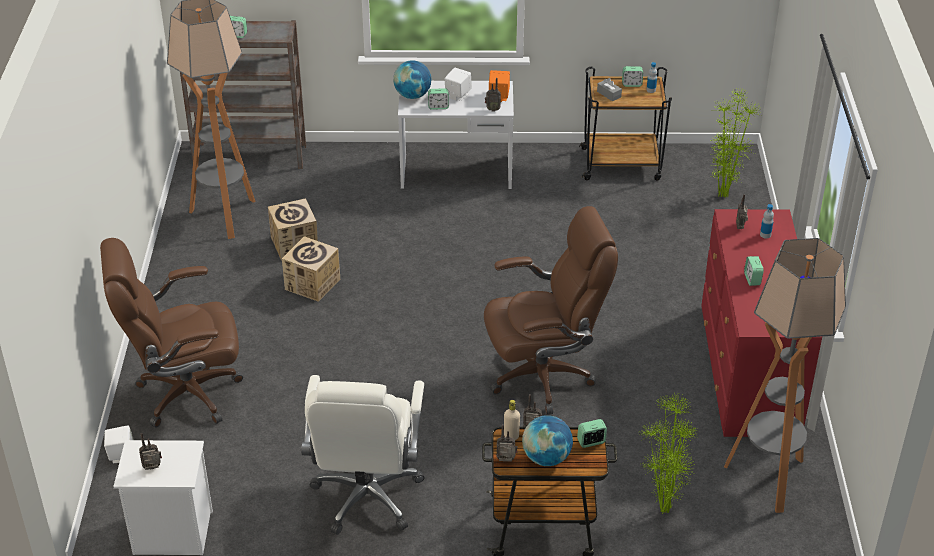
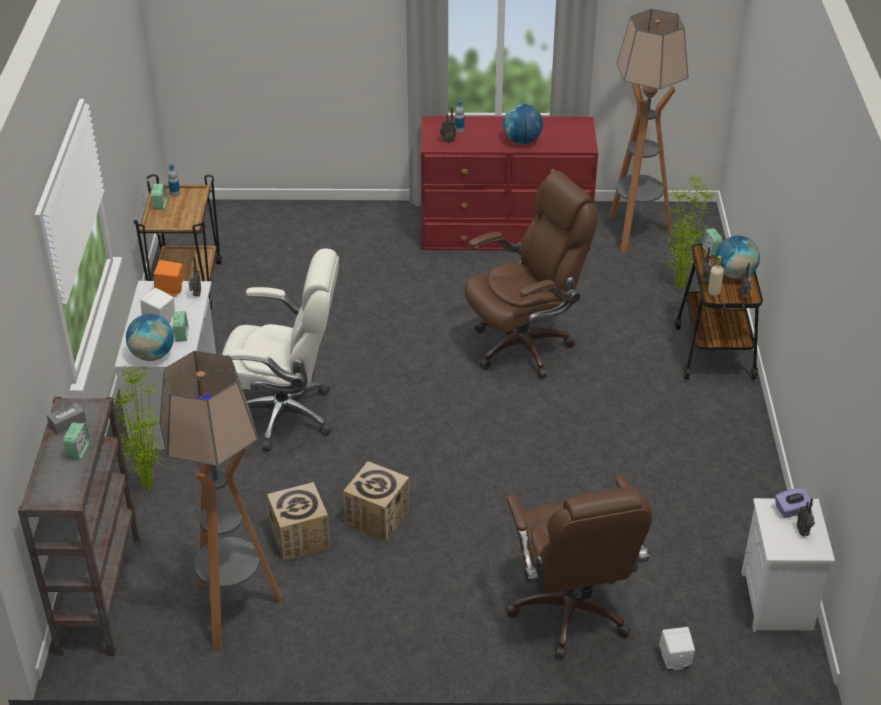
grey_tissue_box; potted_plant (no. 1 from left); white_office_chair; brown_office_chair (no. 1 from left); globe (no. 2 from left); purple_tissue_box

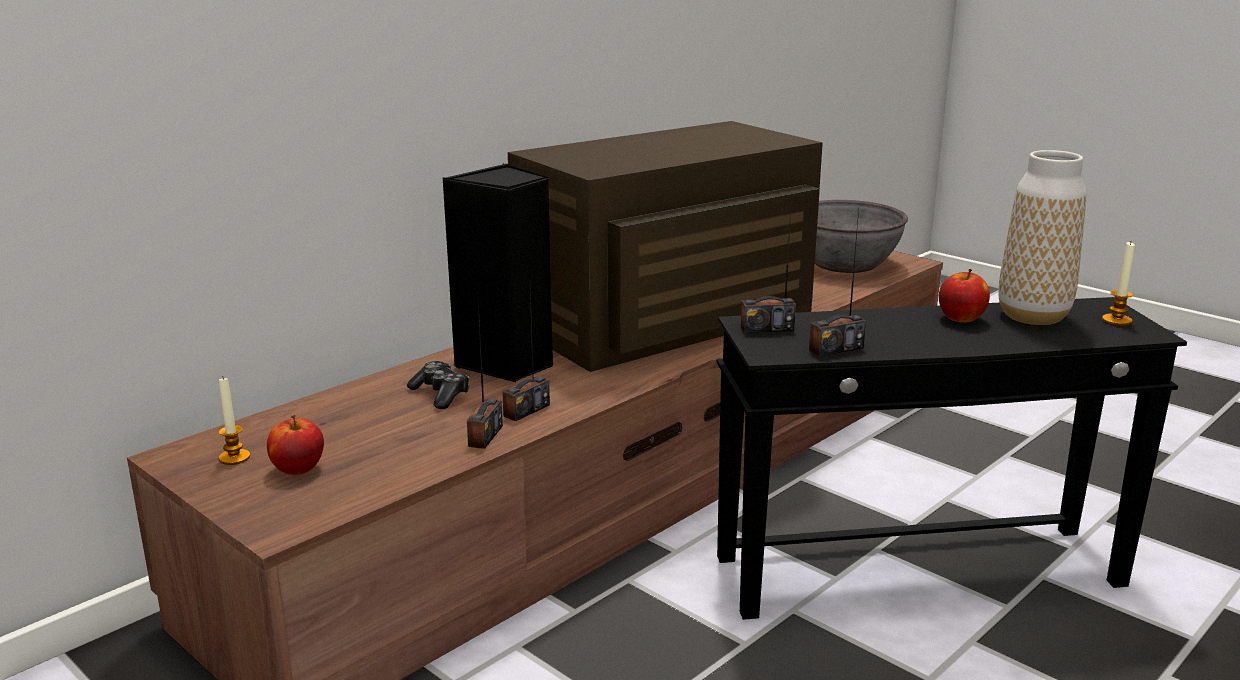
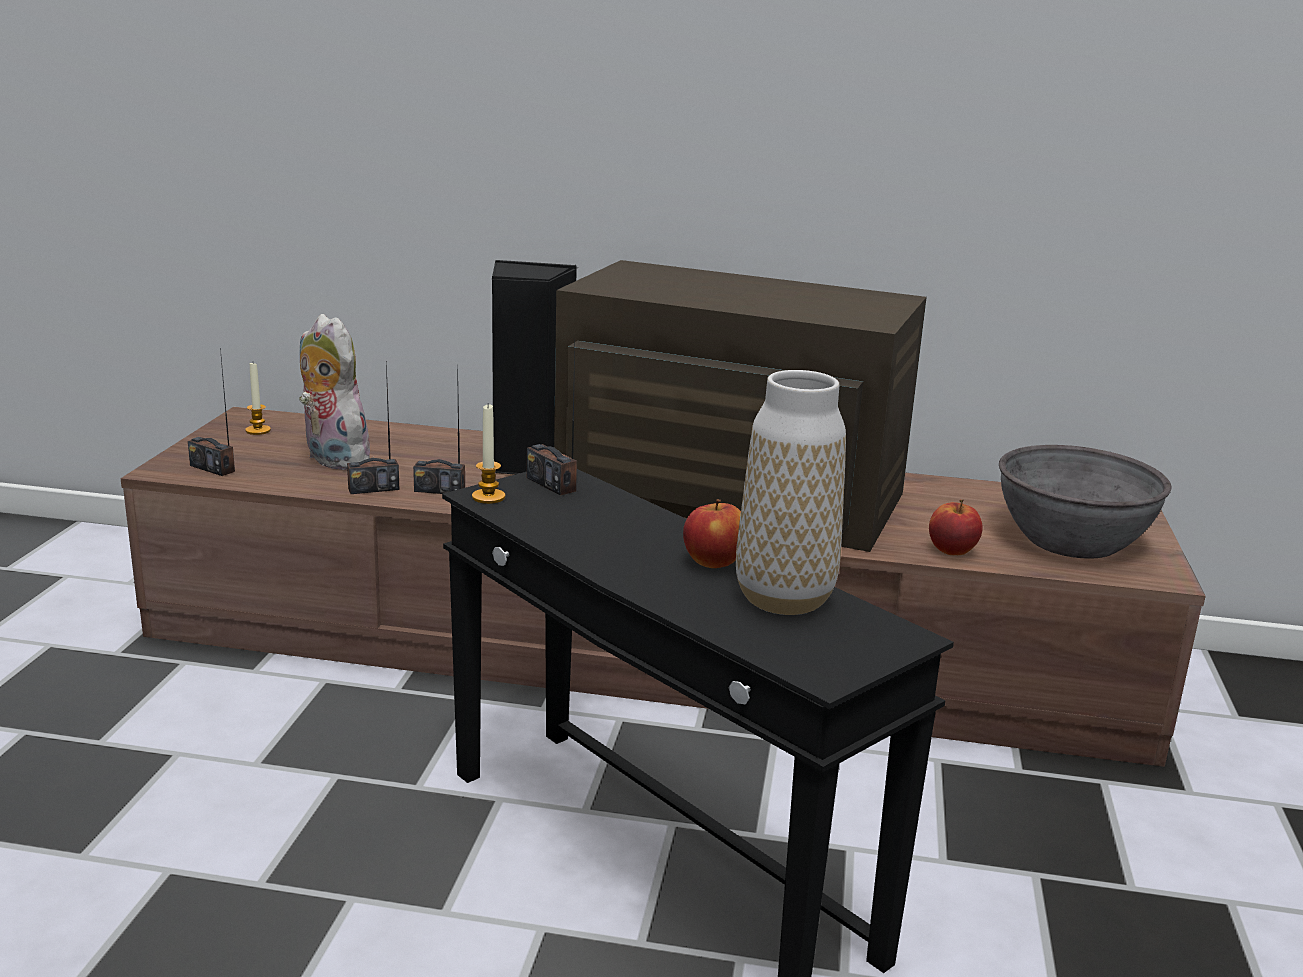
radio (no. 1 from left); plush_toy; candle (no. 2 from left); apple (no. 2 from left); game_controller

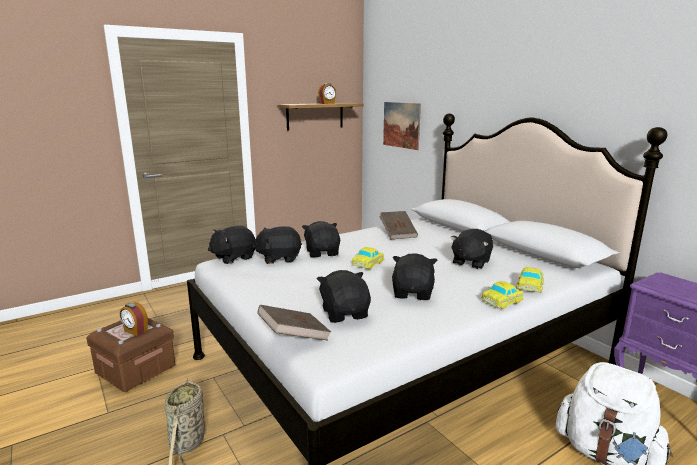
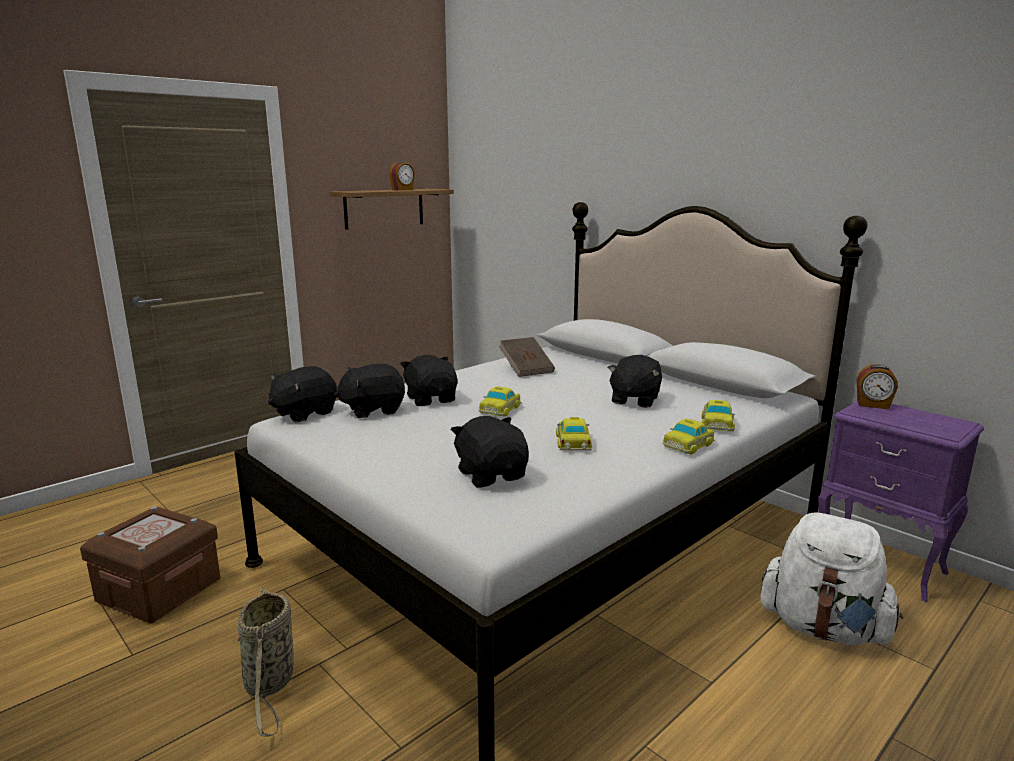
toy_car (no. 2 from left); alarm_clock (no. 2 from left); brown_book (no. 1 from left in the first image); picture

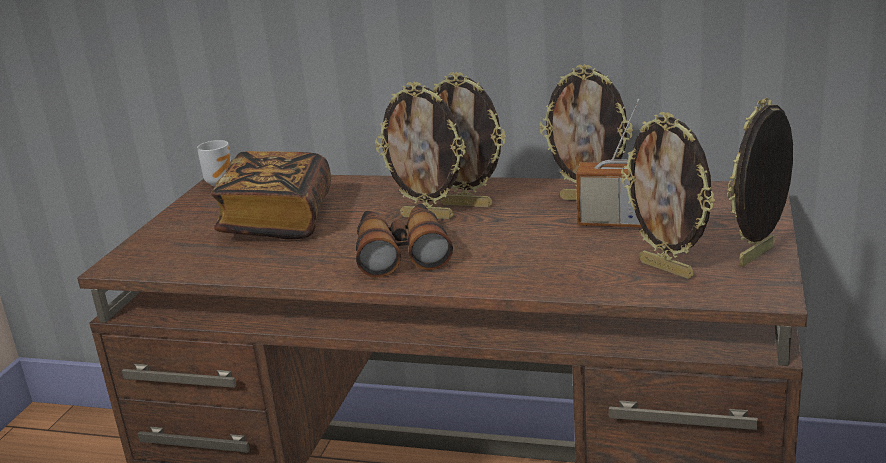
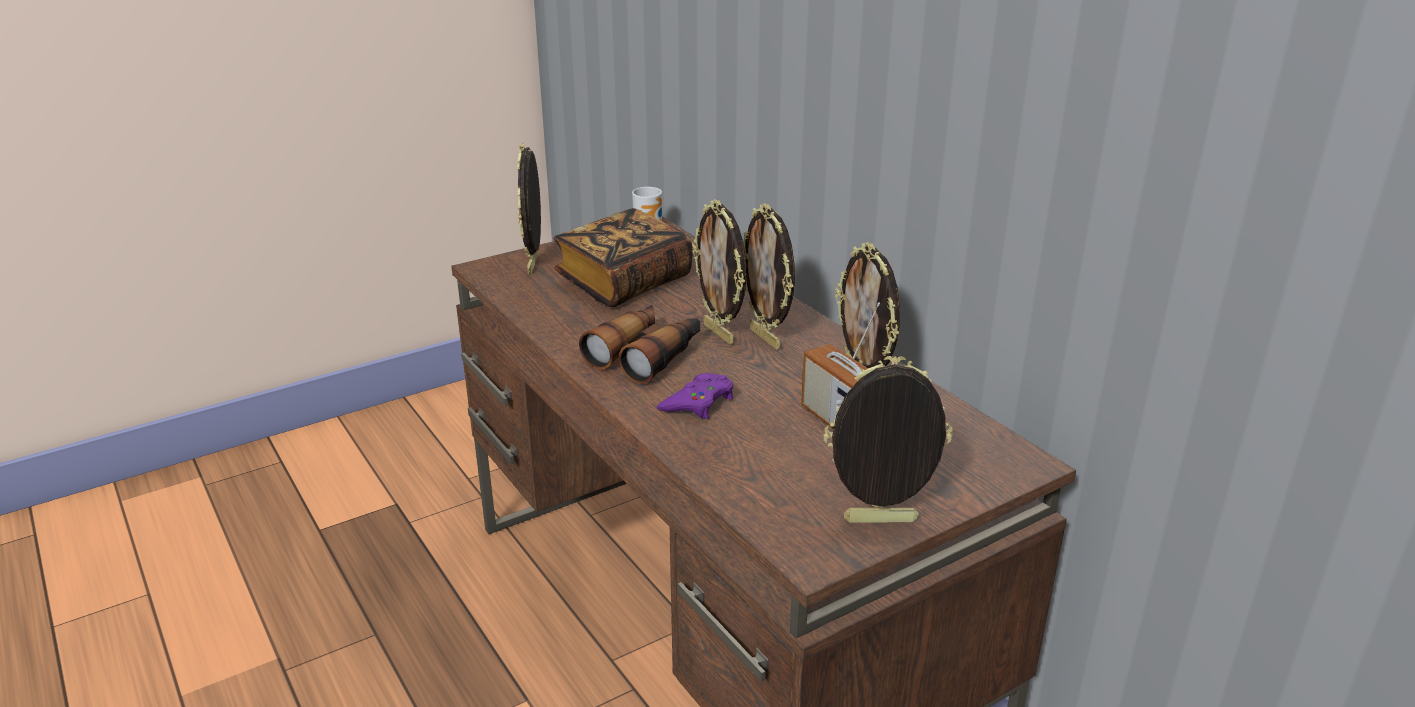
picture_frame (no. 1 from left); purple_game_controller

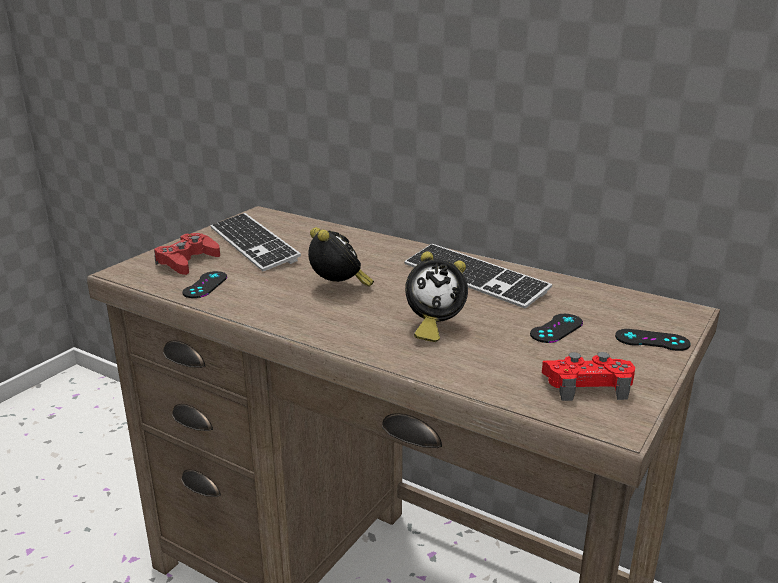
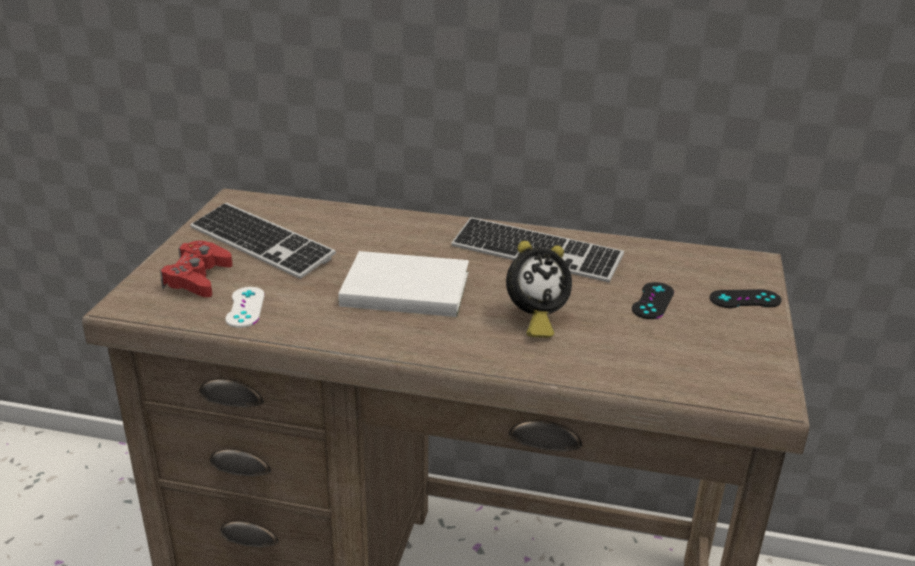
white_game_controller; white_book; red_game_controller (no. 2 from left in the first image)

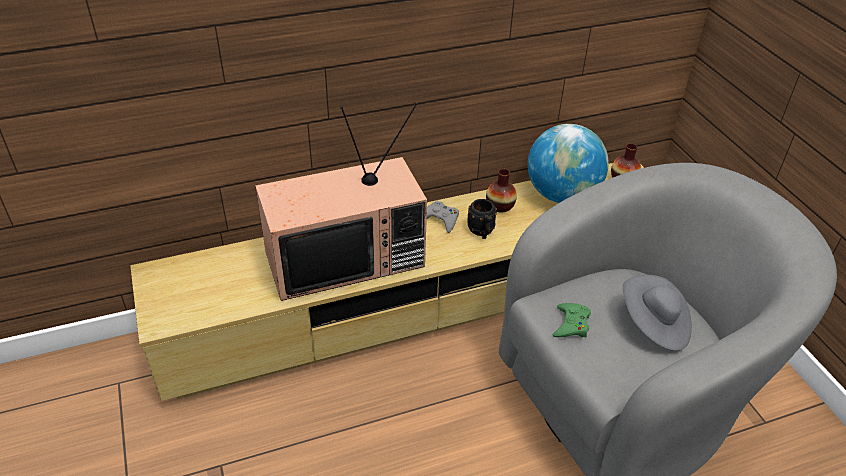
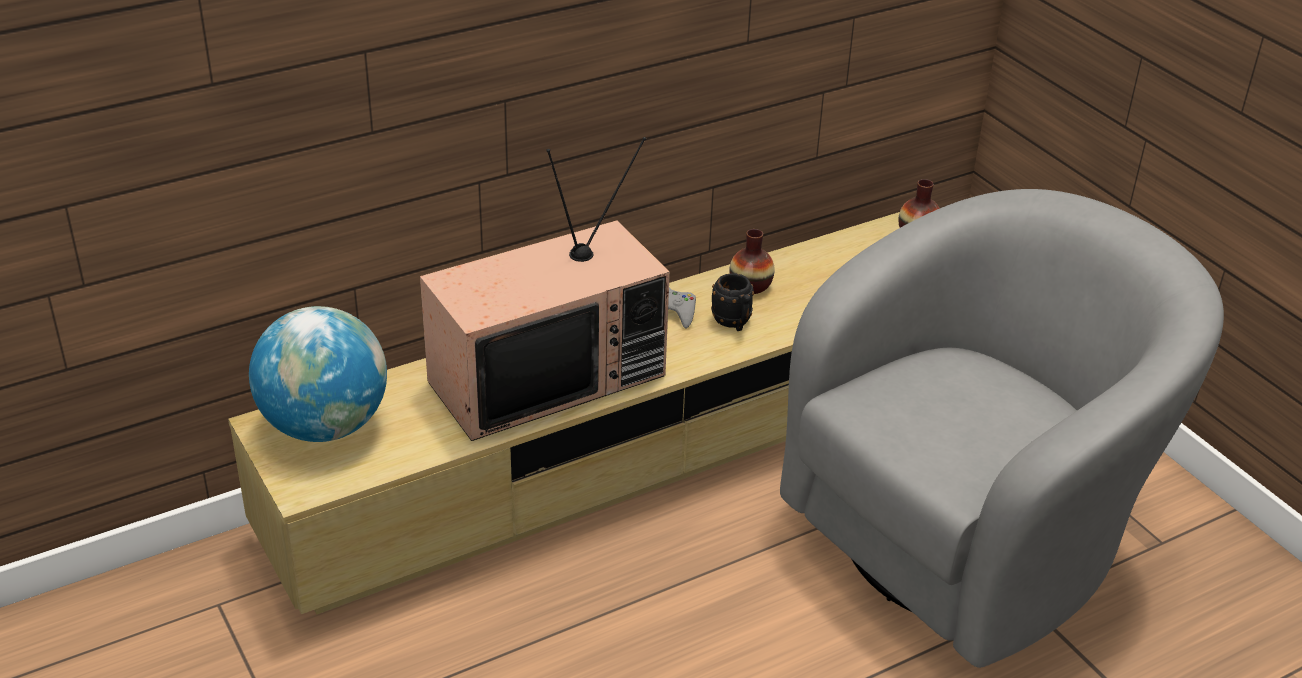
globe; green_game_controller; grey_hat

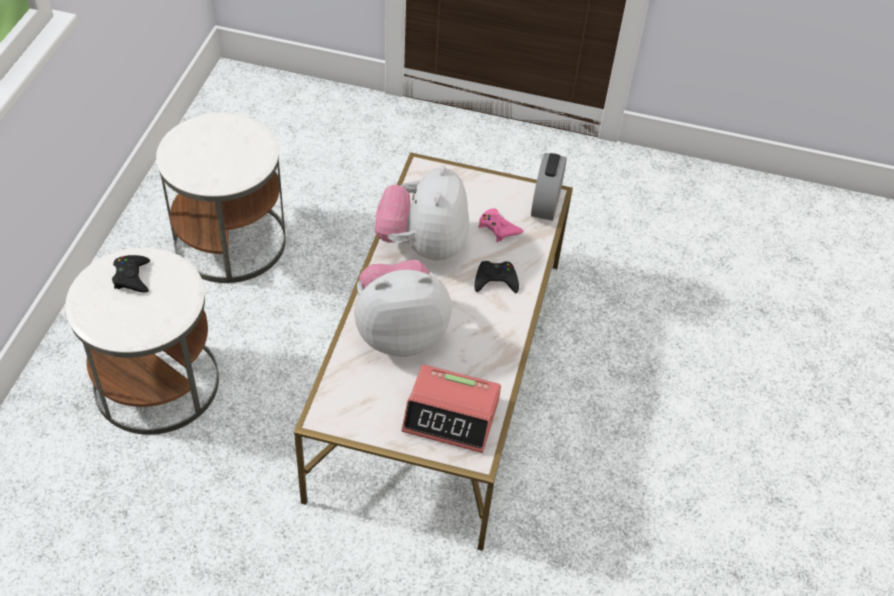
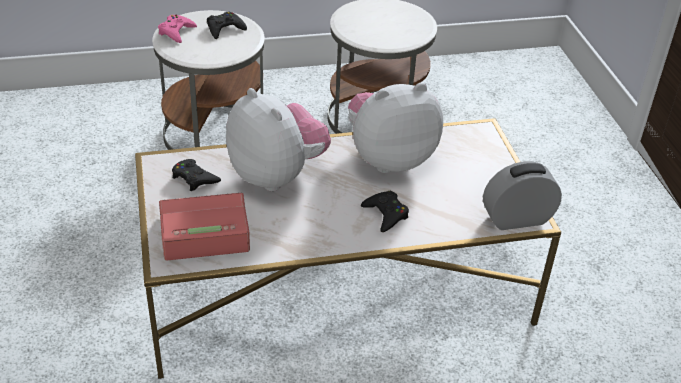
pink_game_controller; alarm_clock (no. 1 from left); black_game_controller (no. 1 from left)

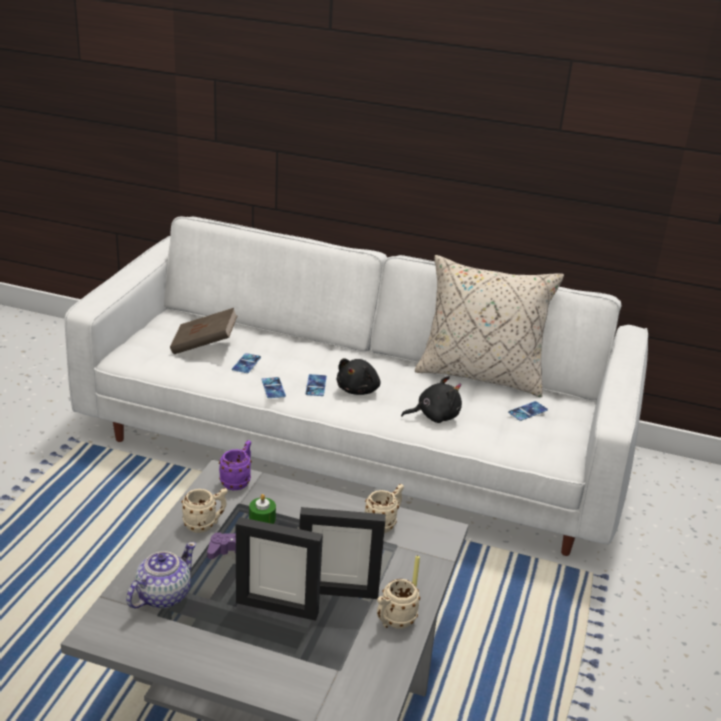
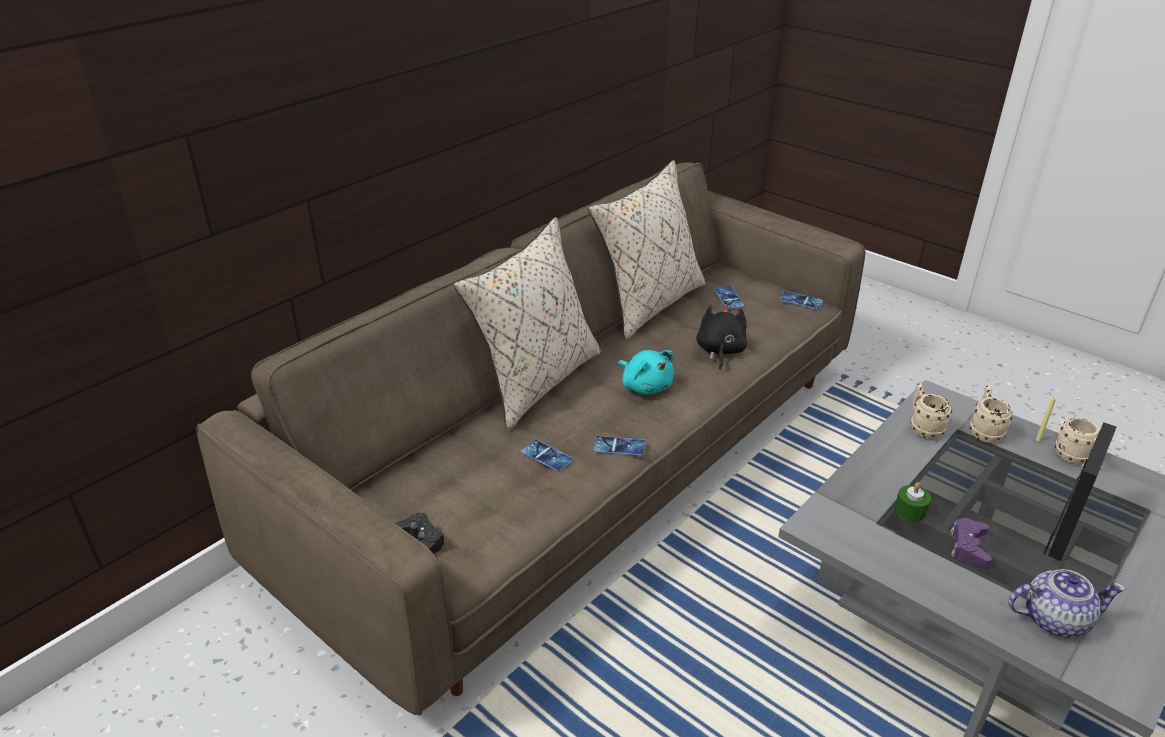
brown_sofa; black_game_controller; beige_pillow (no. 1 from left); turquoise_plush_toy; phone (no. 4 from left); beige_mug (no. 2 from left); teapot; brown_book; purple_mug; picture_frame (no. 2 from left in the first image)

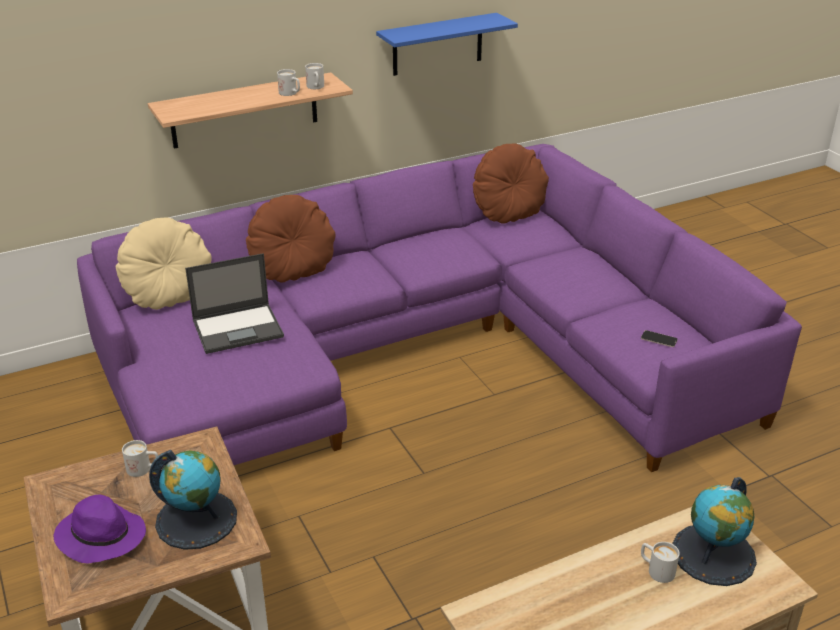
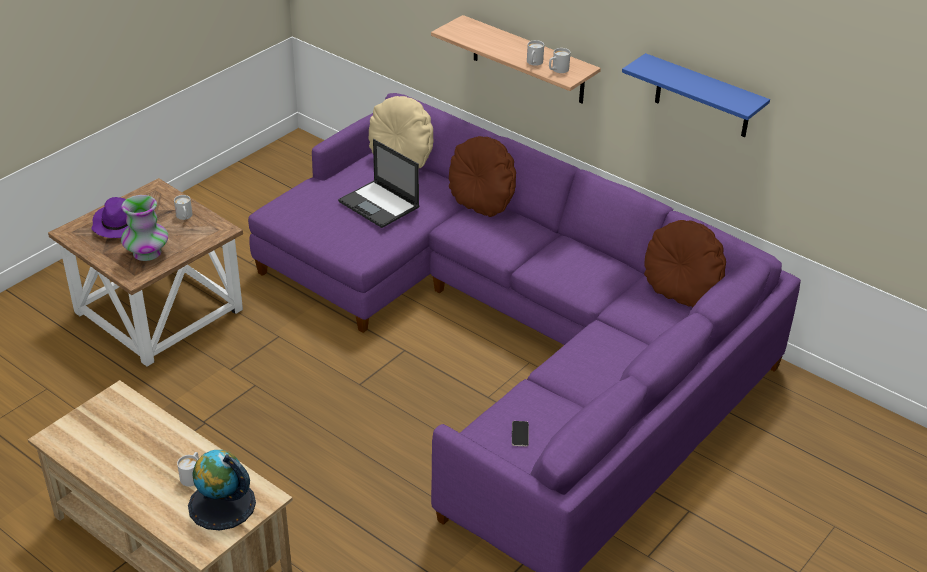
vase

